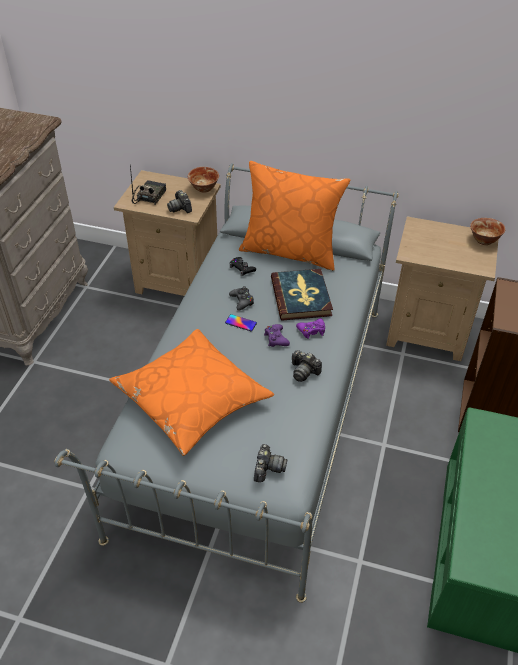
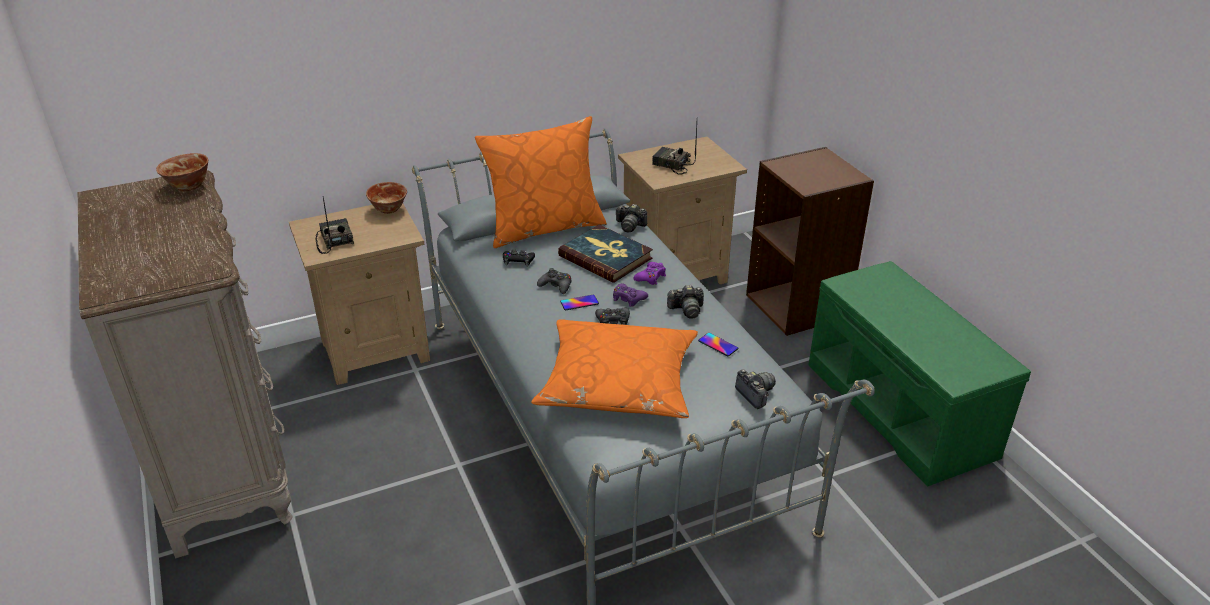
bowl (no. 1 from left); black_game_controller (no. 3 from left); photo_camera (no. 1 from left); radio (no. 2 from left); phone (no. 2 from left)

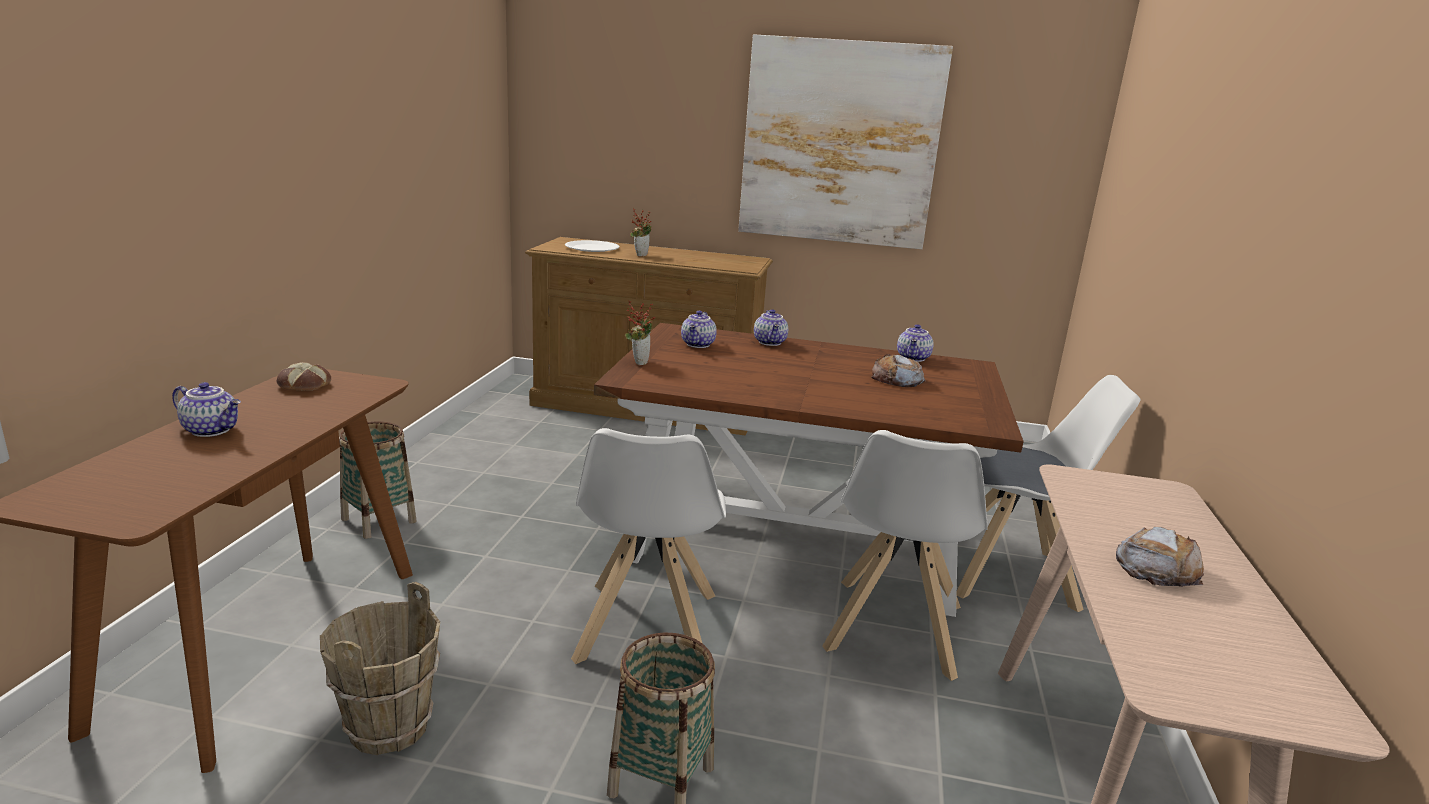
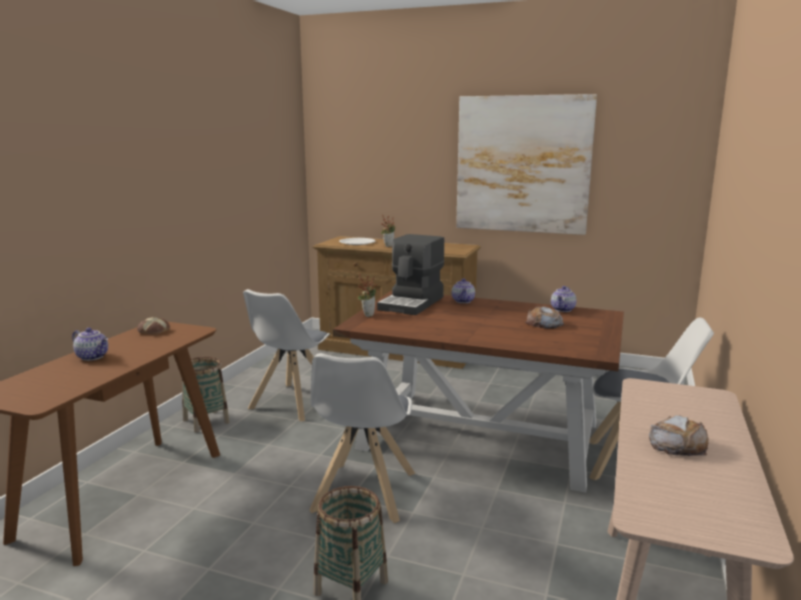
chair (no. 1 from left); coffee_machine; brown_bucket

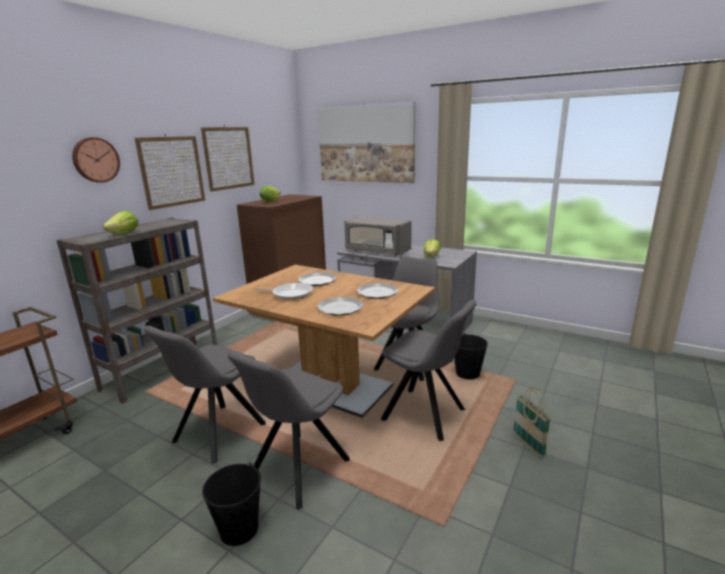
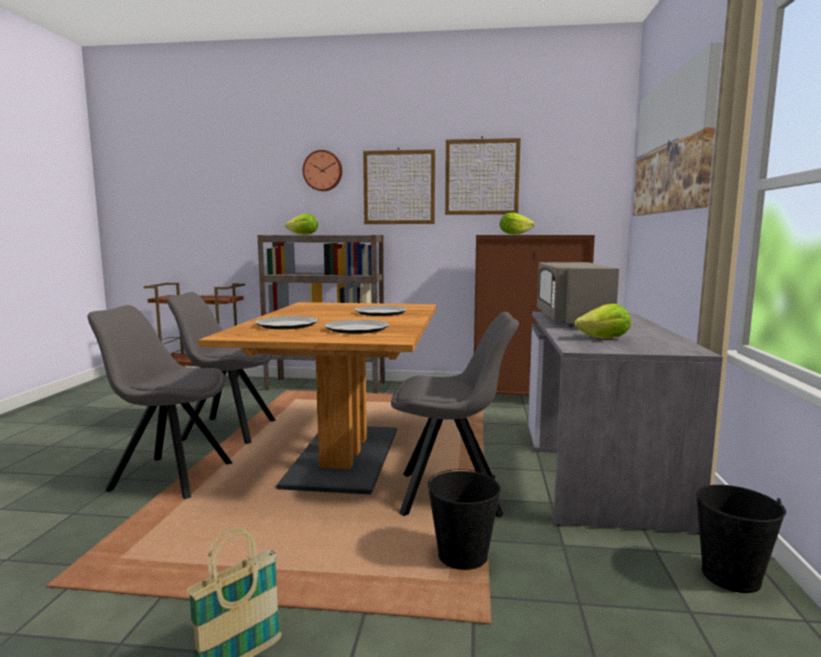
black_bucket (no. 2 from left); frying_pan; grey_chair (no. 4 from left in the first image)

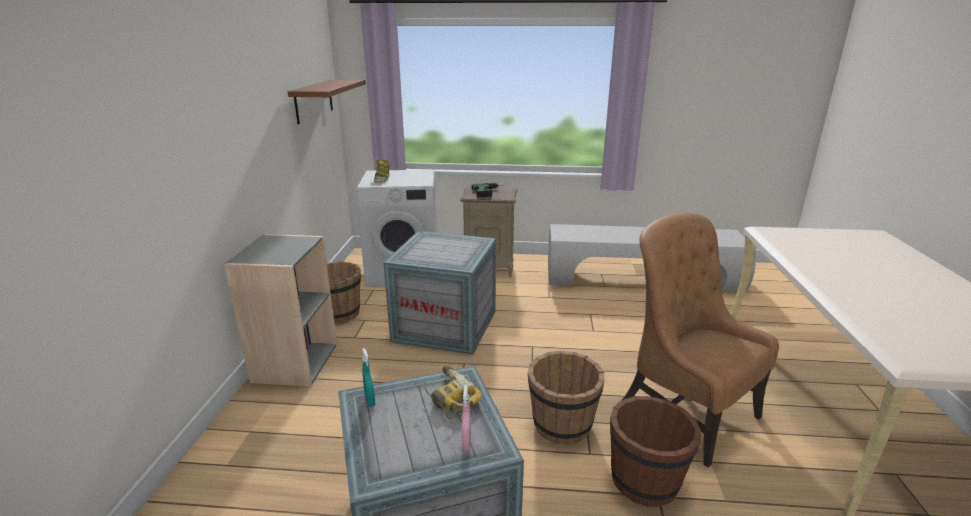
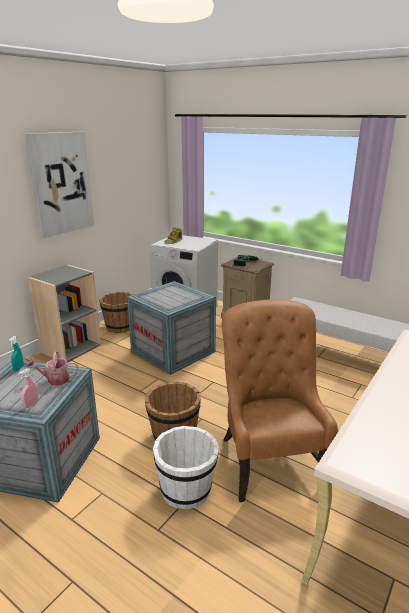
picture; watering_can; white_bucket; brown_shelf

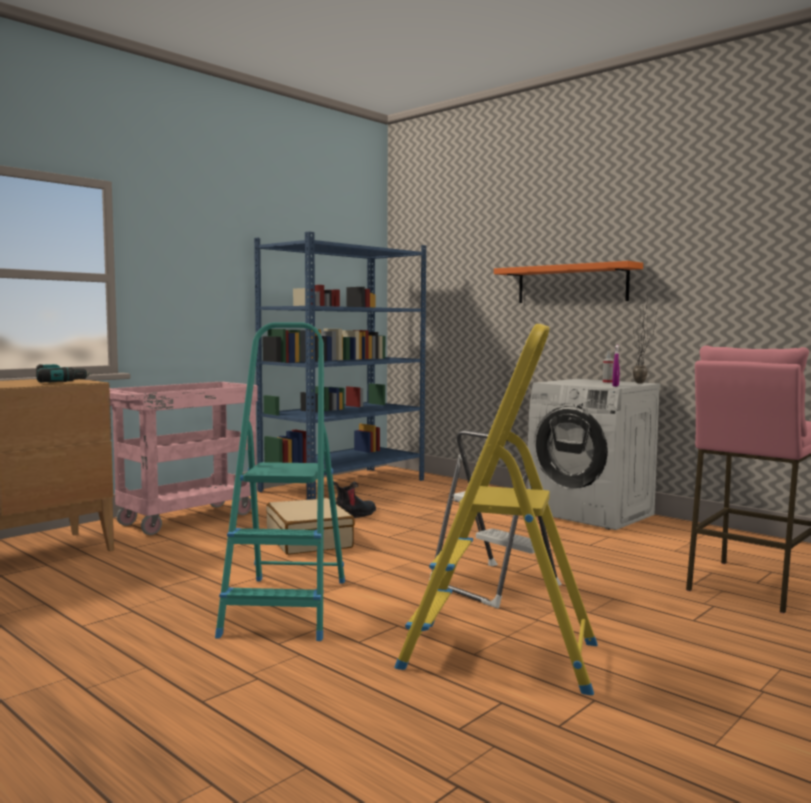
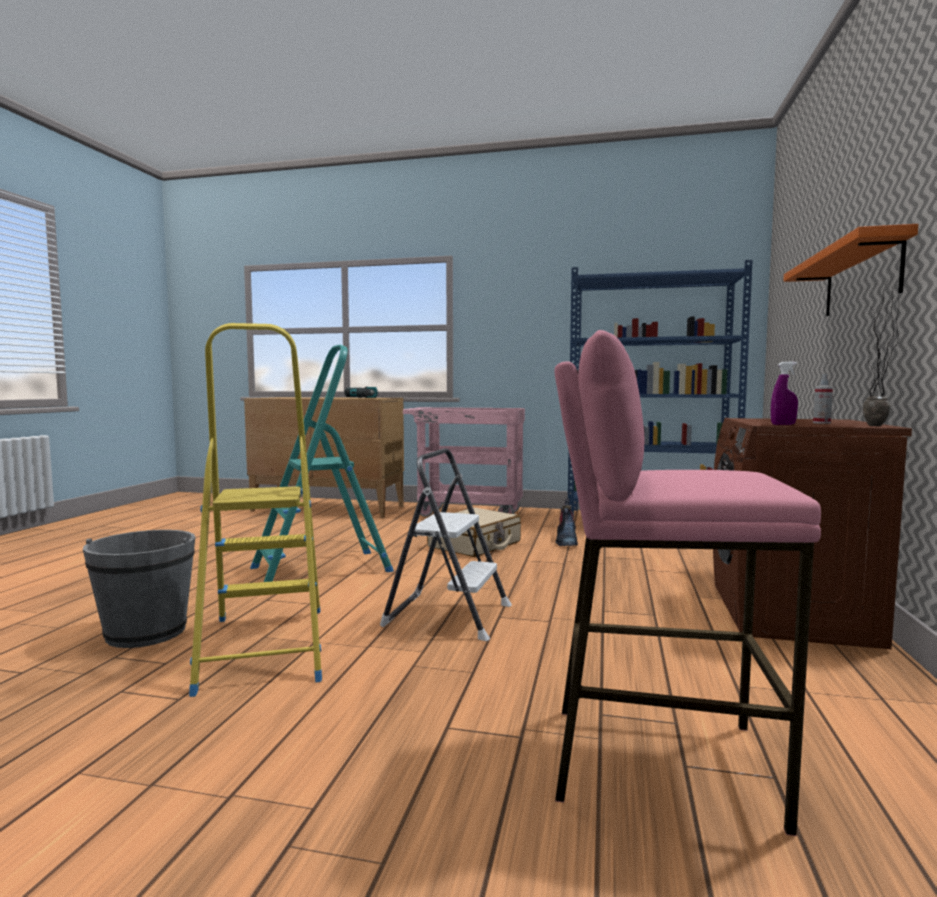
grey_bucket; boot; brown_washing_machine

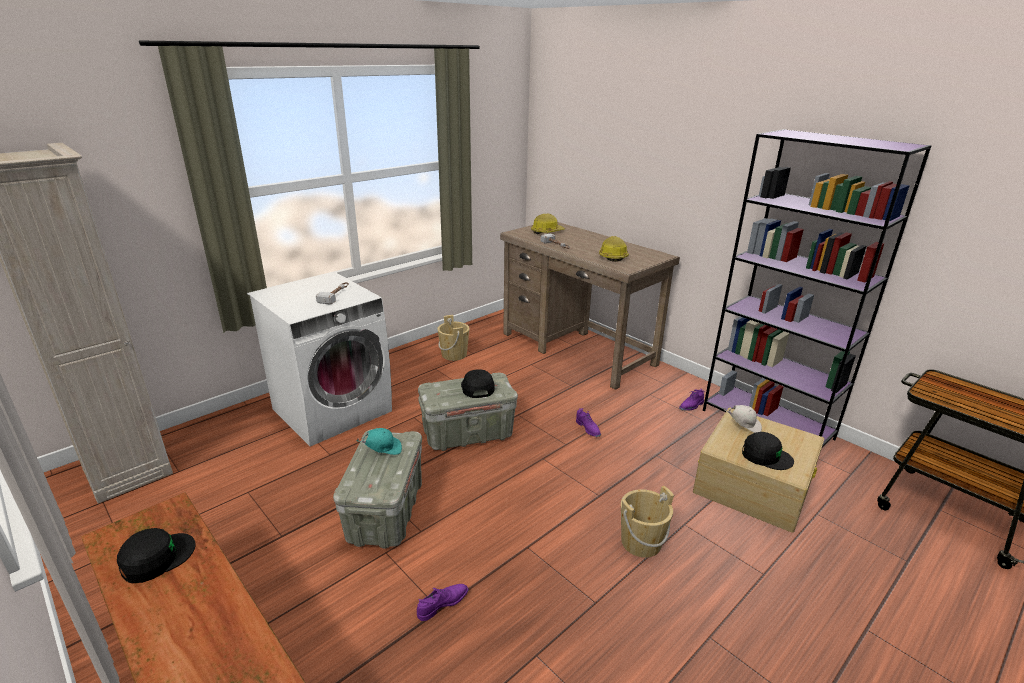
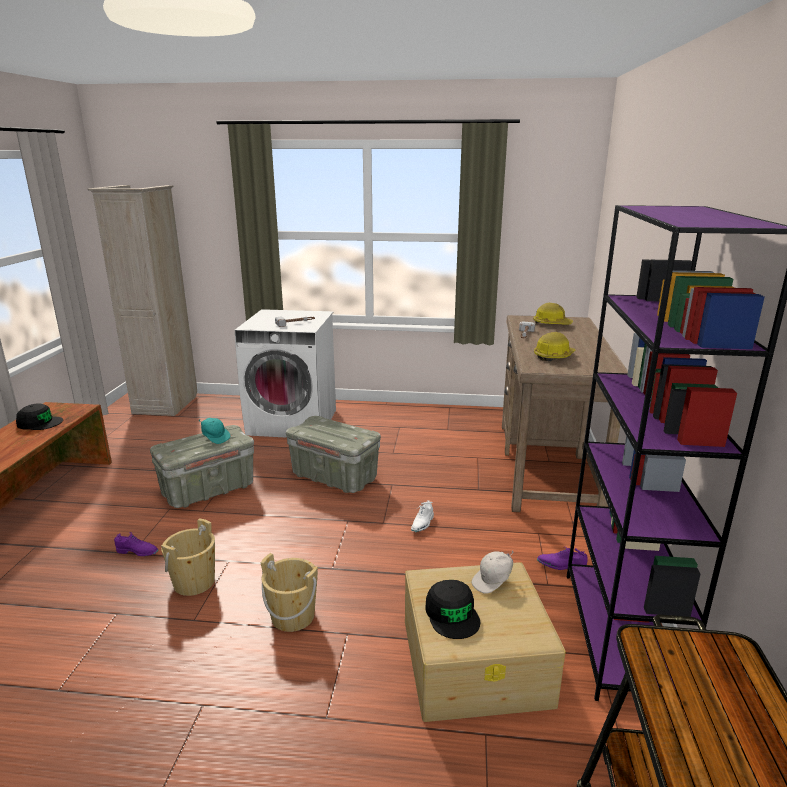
beige_bucket (no. 1 from left); white_shoe; white_cap; black_cap (no. 2 from left in the first image)

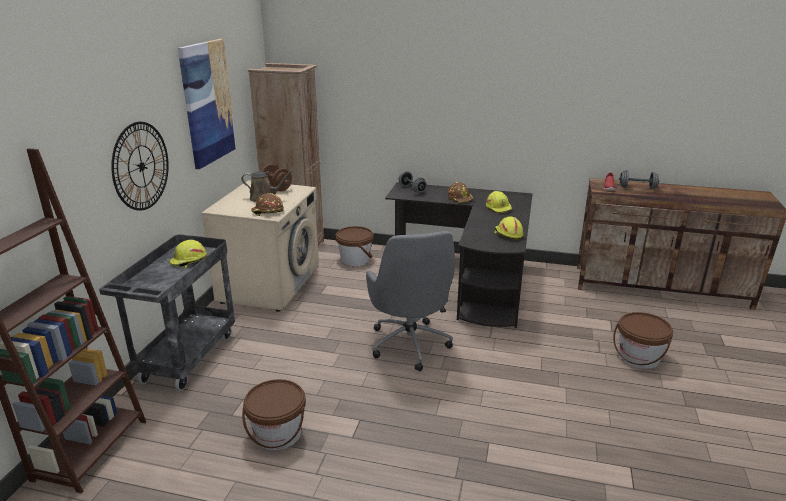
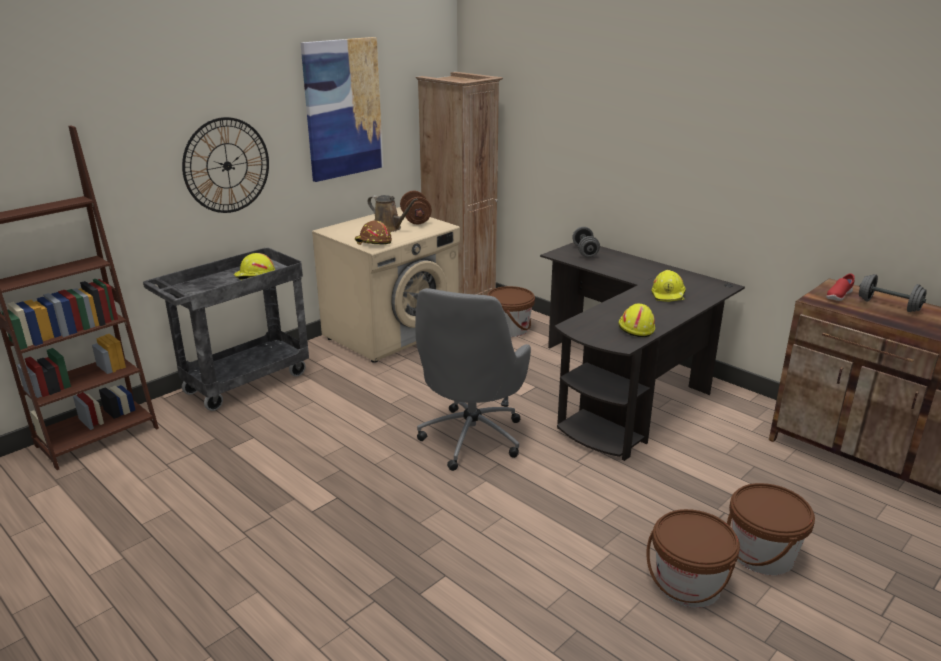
brown_bucket (no. 2 from left); brown_hard_hat (no. 2 from left in the first image)

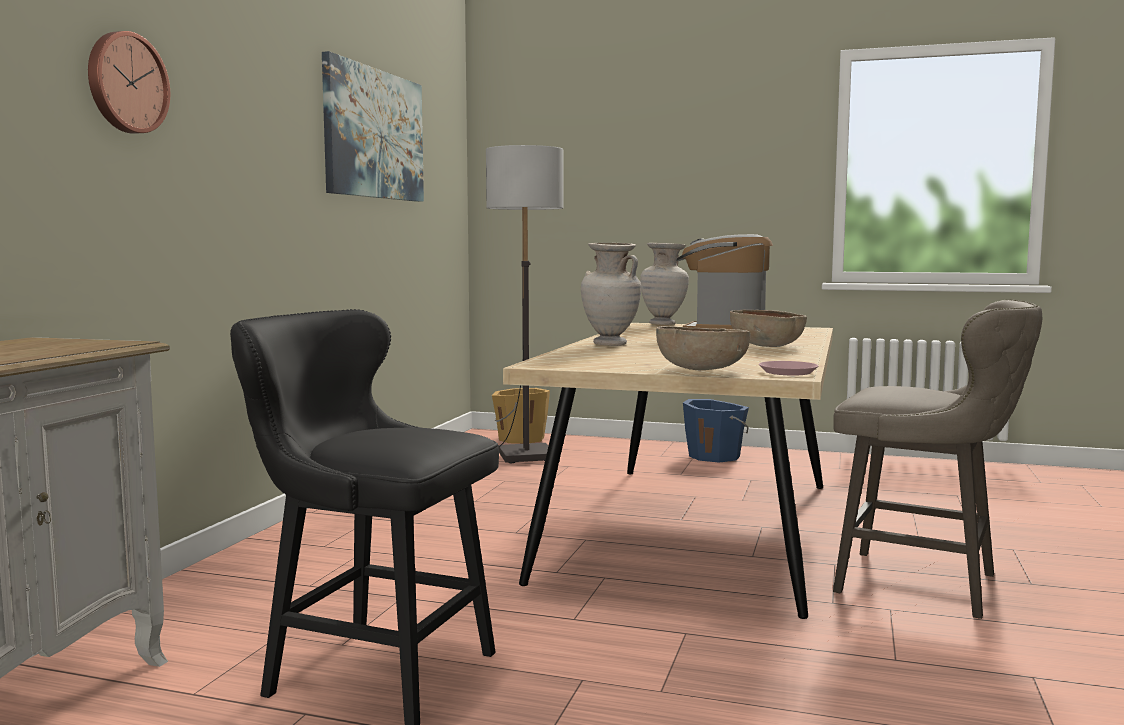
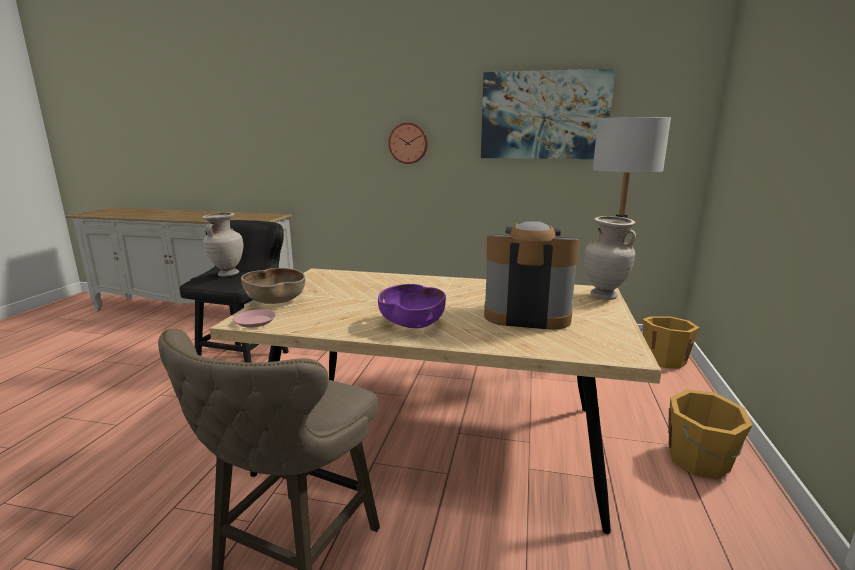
beige_vase (no. 1 from left); purple_bowl; wall_clock; orange_bucket (no. 2 from left)

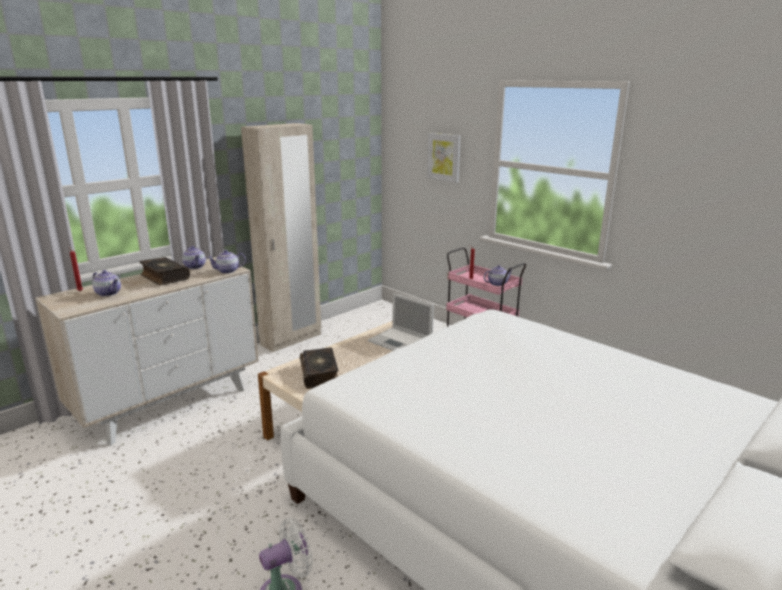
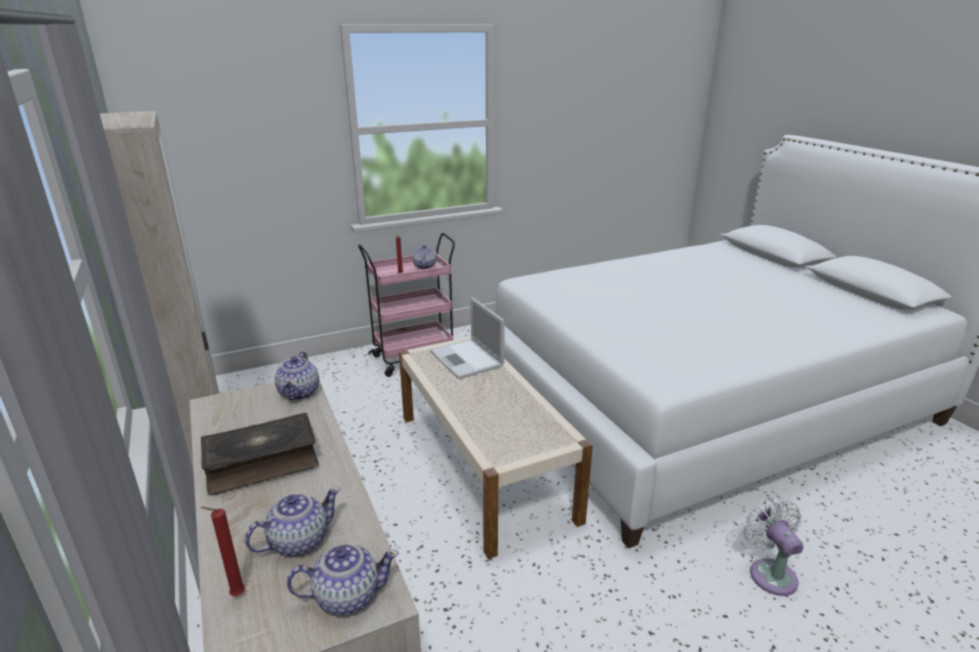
teapot (no. 3 from left); laptop; book (no. 2 from left in the first image); picture

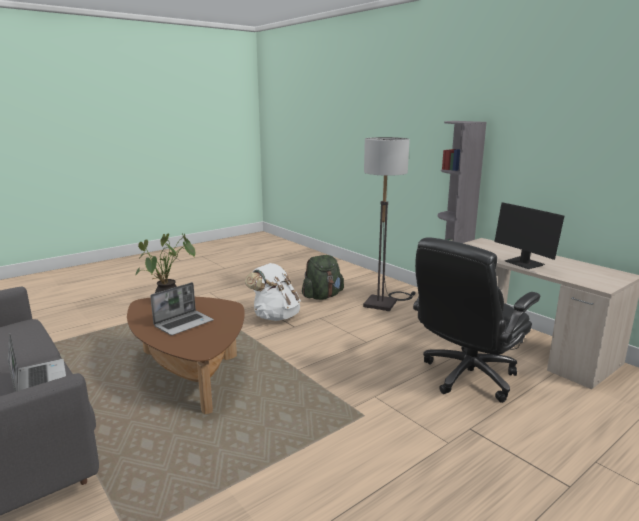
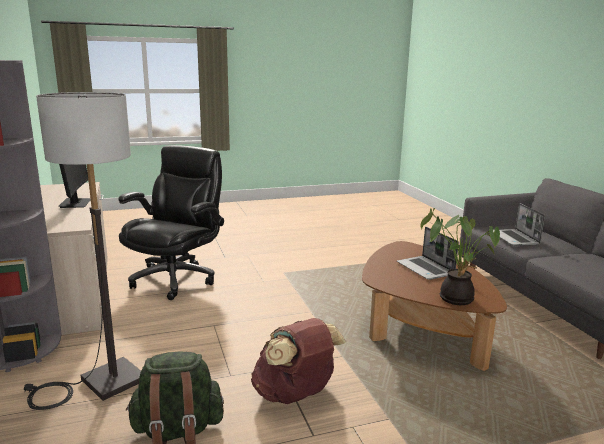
black_office_chair; brown_backpack; laptop (no. 1 from left)

